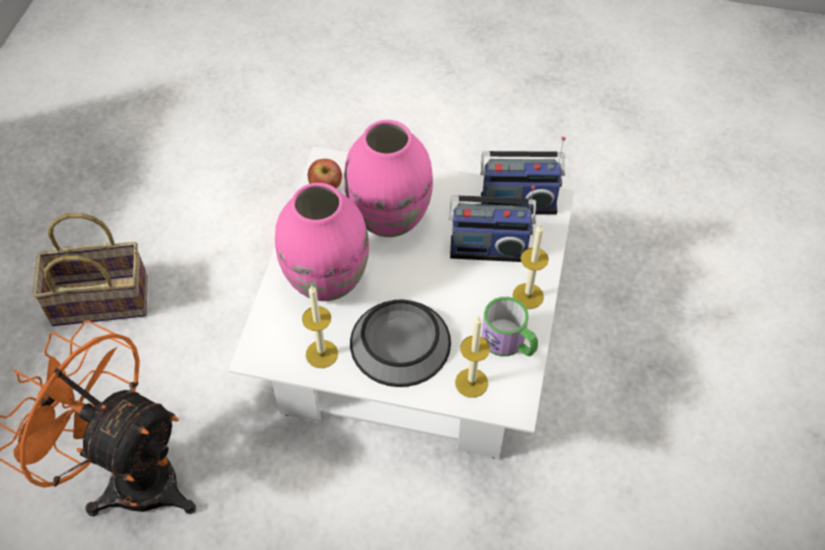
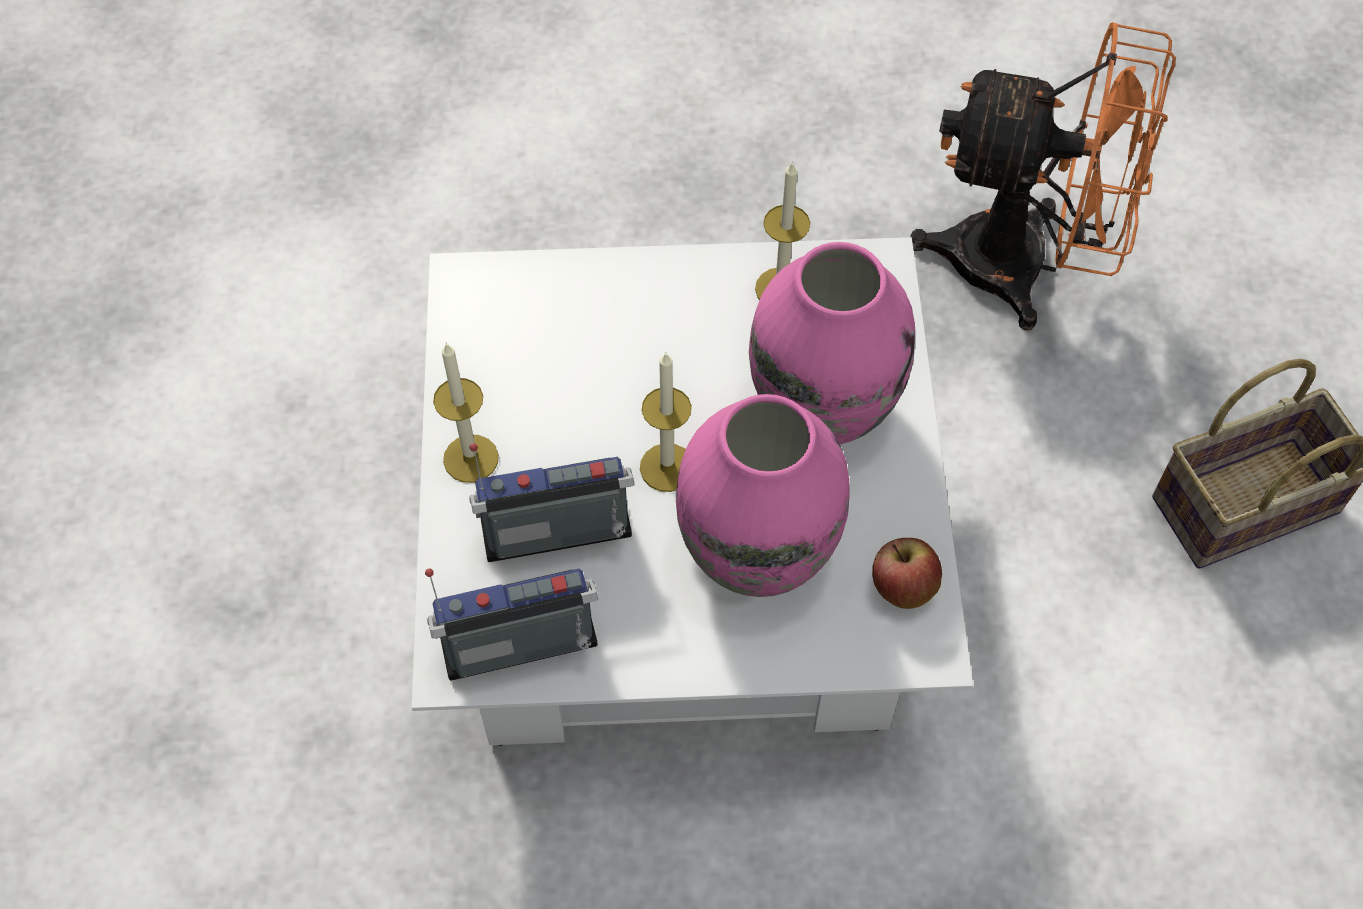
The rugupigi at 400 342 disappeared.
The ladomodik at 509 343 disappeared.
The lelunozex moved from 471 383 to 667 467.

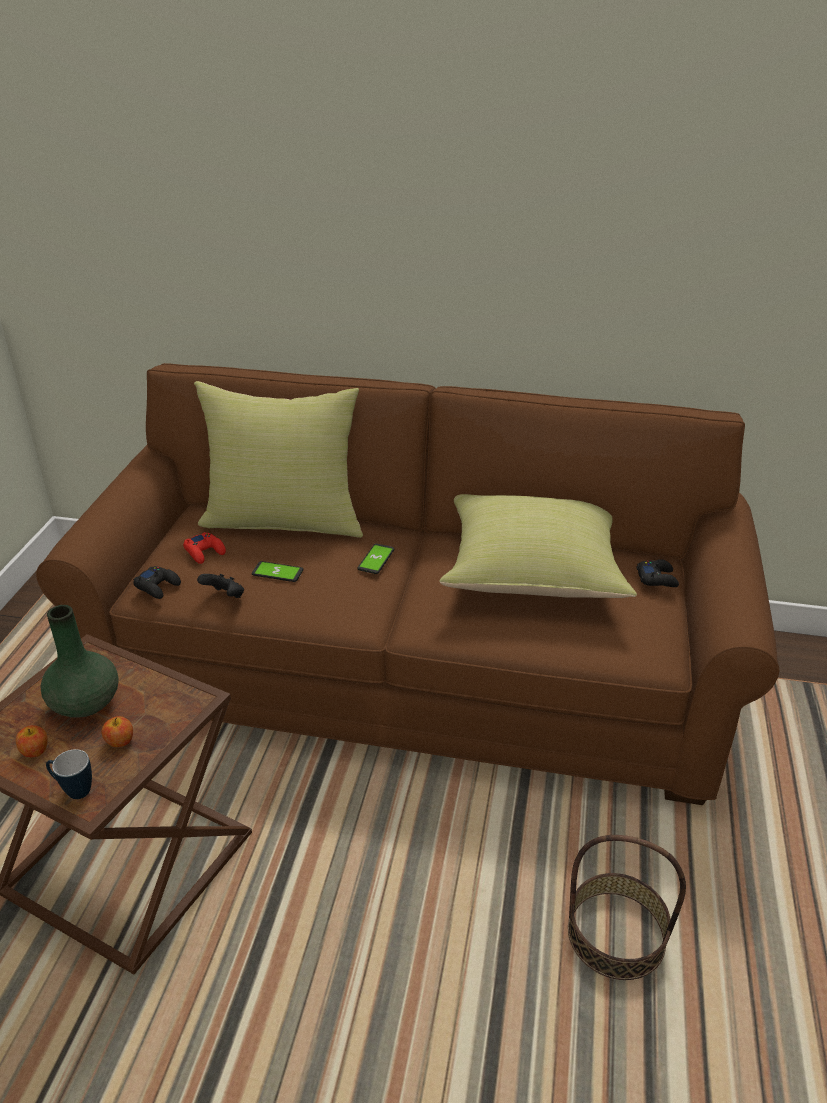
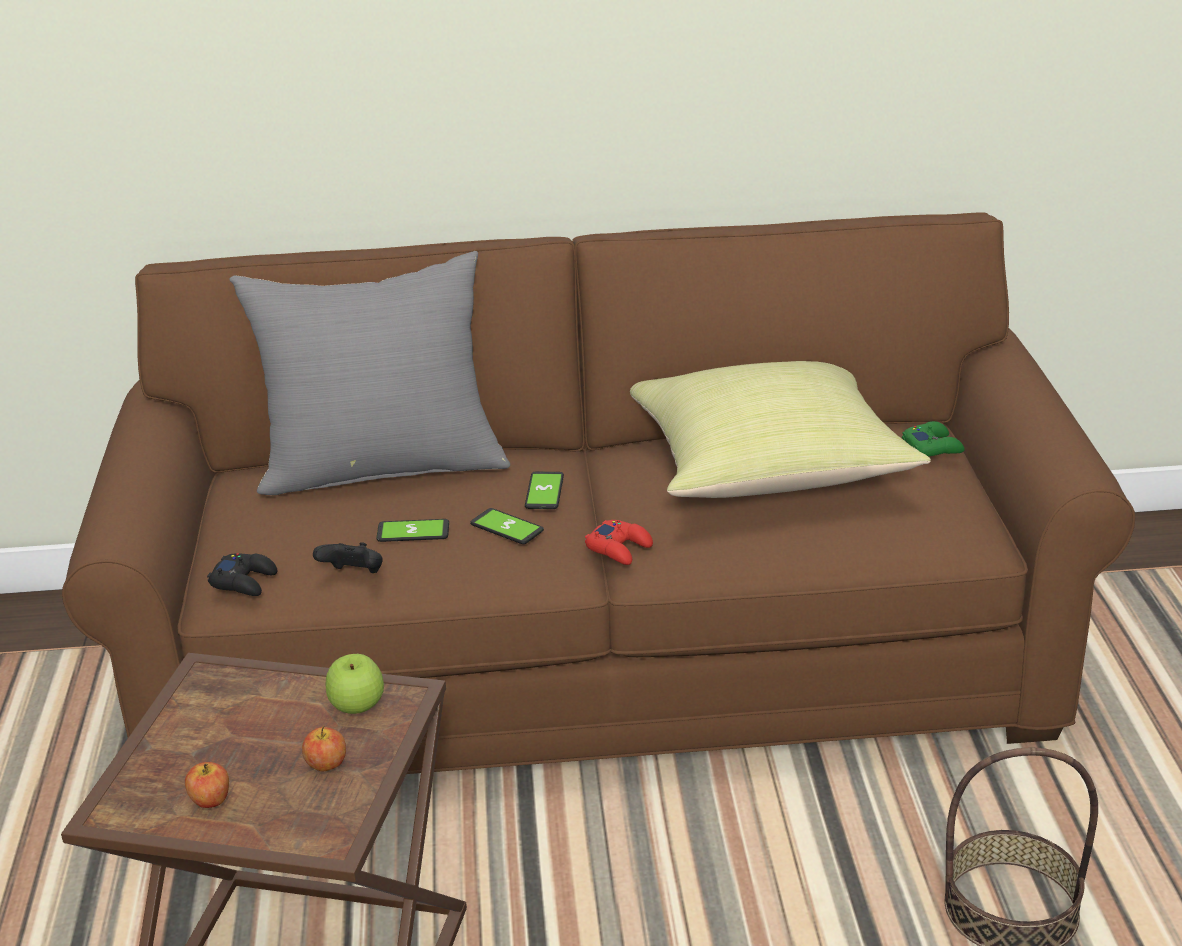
The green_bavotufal at 86 702 disappeared.
The ladomodik at 73 790 disappeared.
The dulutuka at 357 707 appeared.
The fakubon at 506 528 appeared.
The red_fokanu moved from 205 552 to 619 548.
The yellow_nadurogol at 284 520 became the grey_nadurogol at 382 466.
The black_fokanu at 657 578 became the green_fokanu at 932 447.

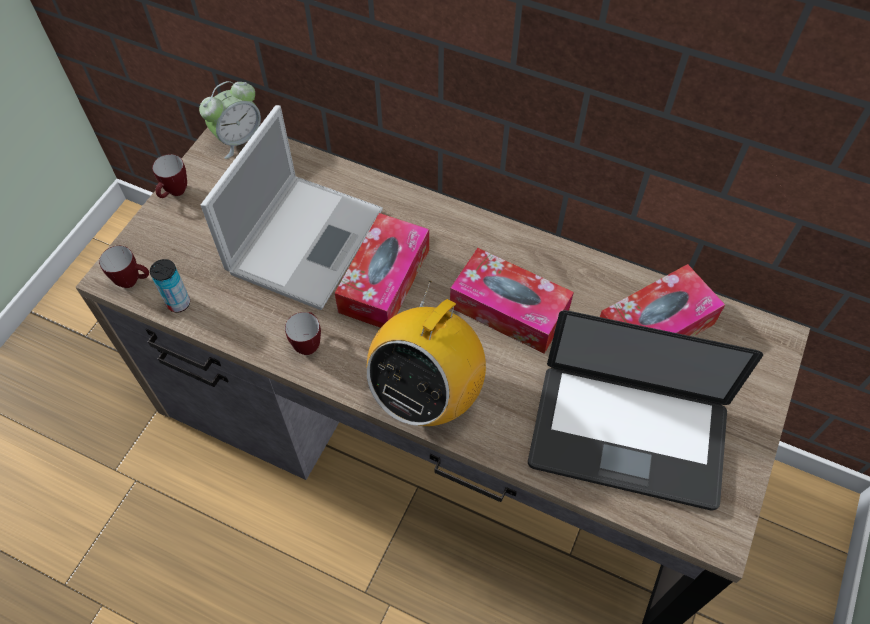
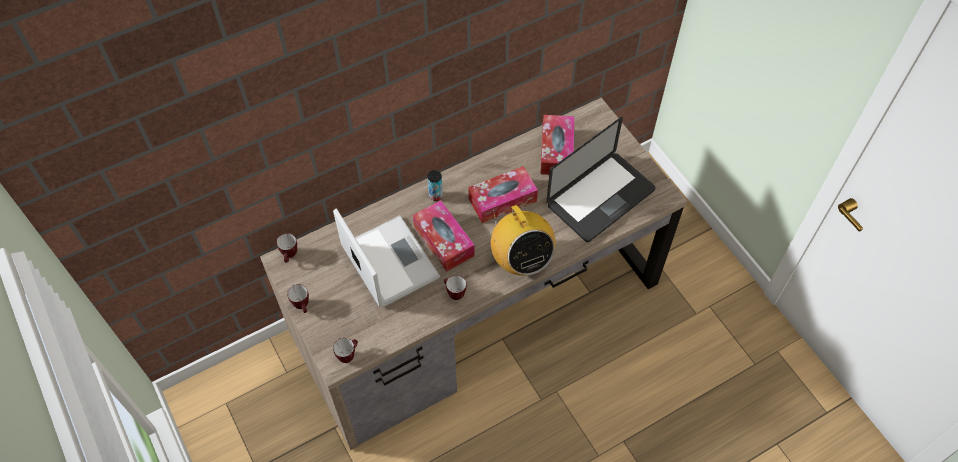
The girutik moved from 179 303 to 435 195.
The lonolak at 239 139 was replaced by the ladomodik at 290 256.

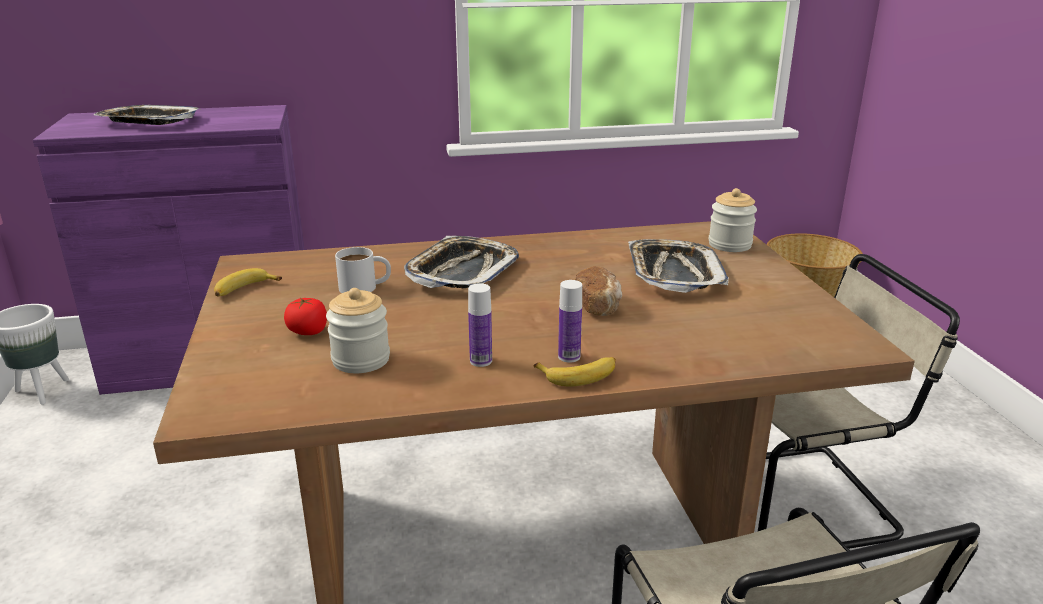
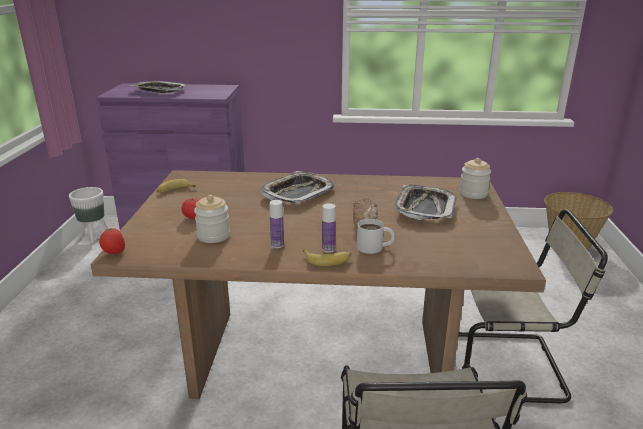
The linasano at 114 253 appeared.
The white_ladomodik moved from 365 287 to 375 247.

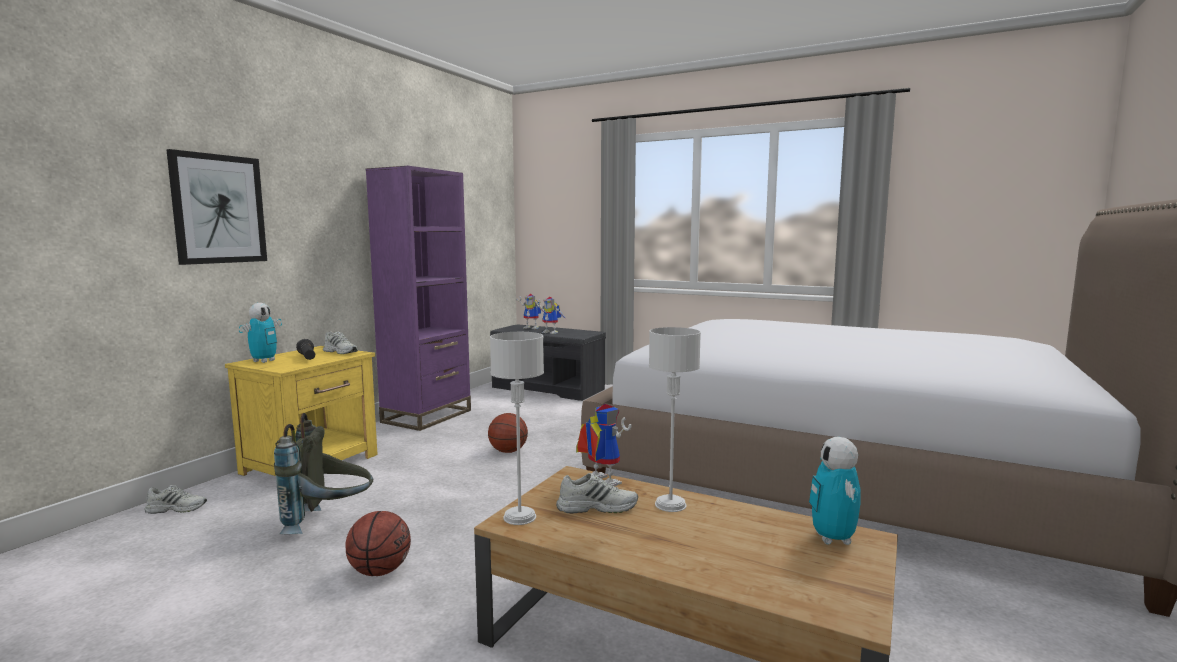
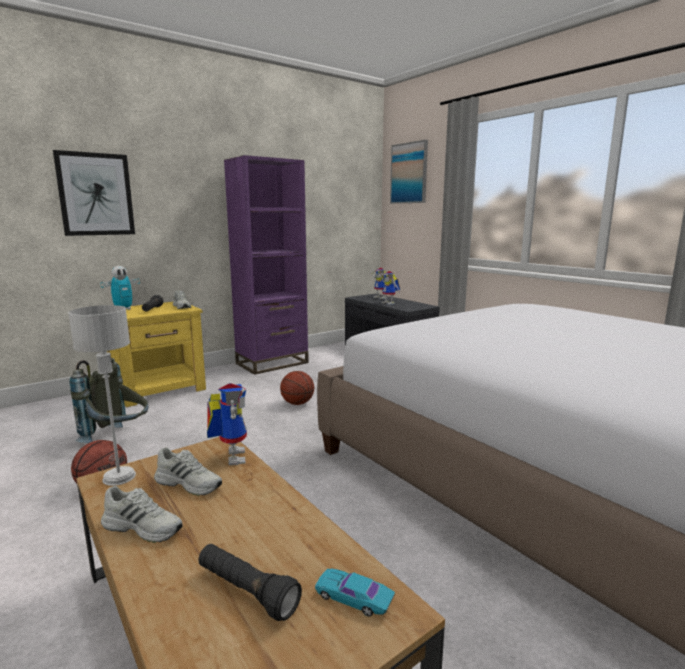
The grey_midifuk at 670 504 disappeared.
The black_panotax at 246 592 appeared.
The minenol at 409 173 appeared.
The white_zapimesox moved from 177 508 to 144 527.
The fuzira at 833 539 was replaced by the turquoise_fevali at 354 597.

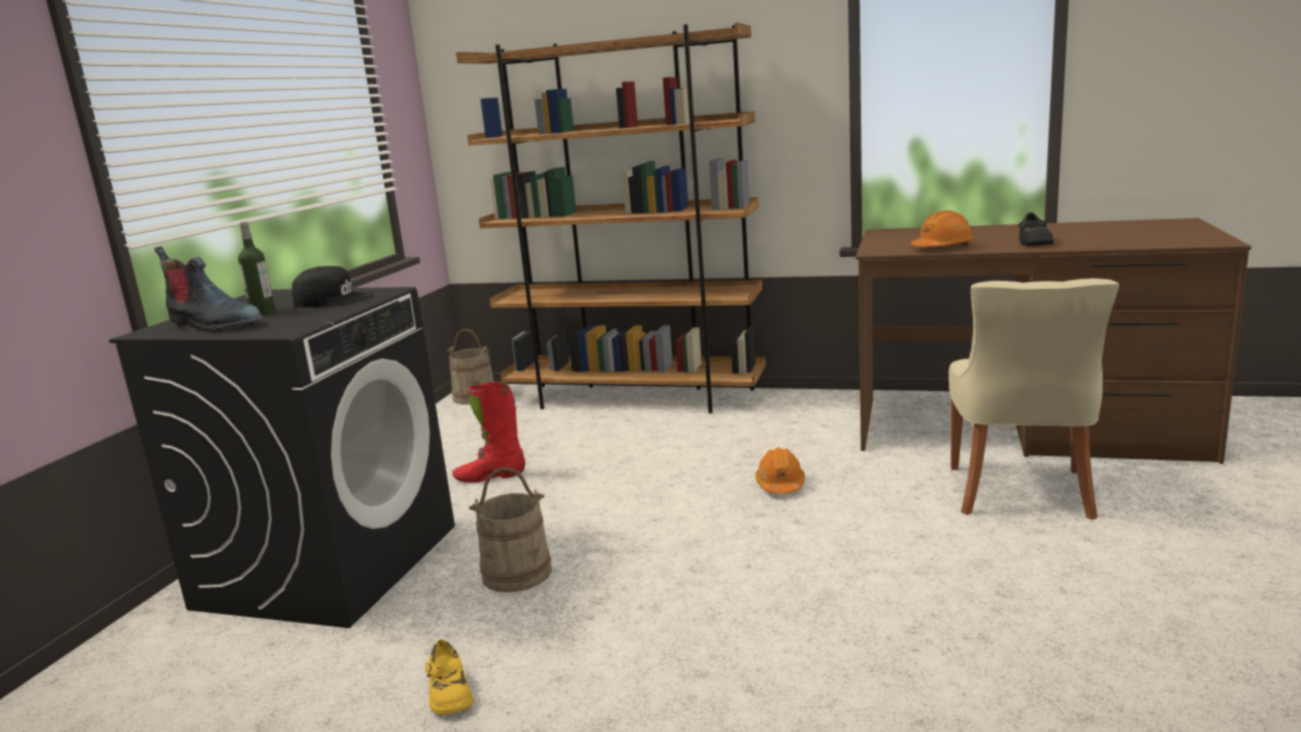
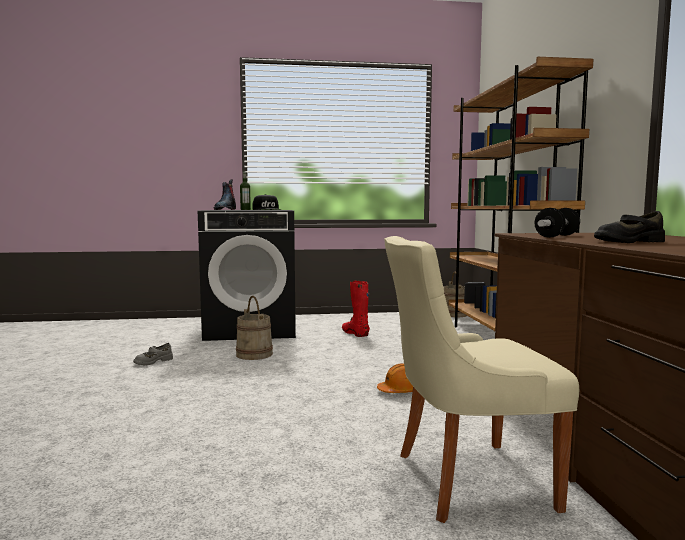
The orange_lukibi at 942 248 was replaced by the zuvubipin at 557 236.
The yellow_zapimesox at 449 692 became the grey_zapimesox at 153 361.

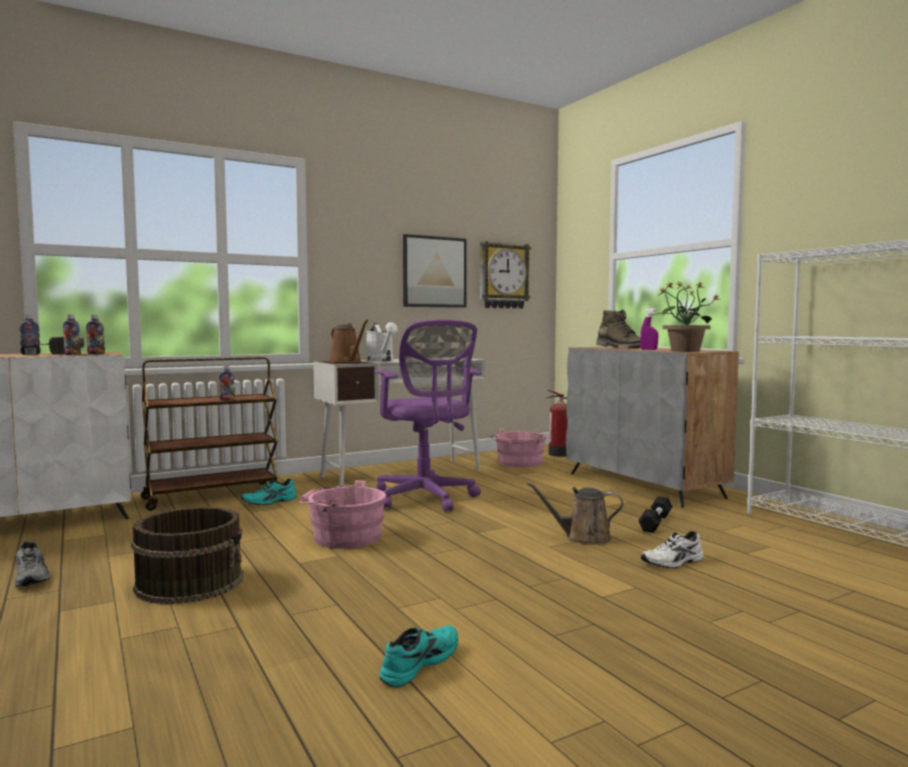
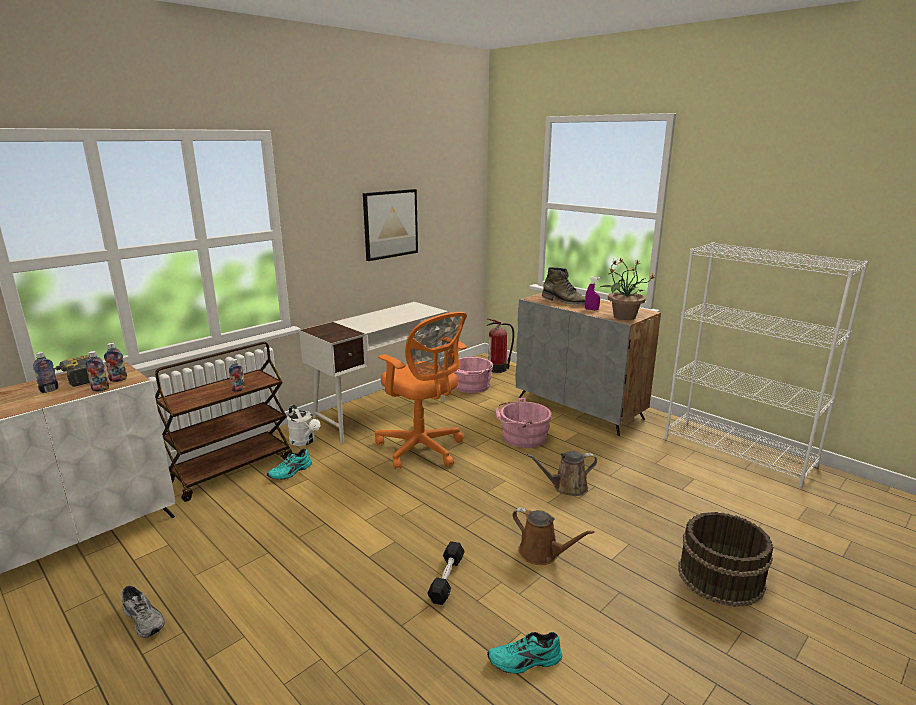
The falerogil at 503 276 disappeared.
The white_zapimesox at 674 562 disappeared.
The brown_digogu moved from 191 582 to 720 576.
The pink_digogu moved from 343 537 to 521 437.
The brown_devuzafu moved from 347 361 to 542 553.
The white_devuzafu moved from 382 361 to 304 441.
The black_zuvubipin moved from 655 523 to 446 579.
The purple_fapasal at 426 498 became the orange_fapasal at 422 449.
The turquoise_zapimesox at 418 662 turned 120 degrees counterclockwise.

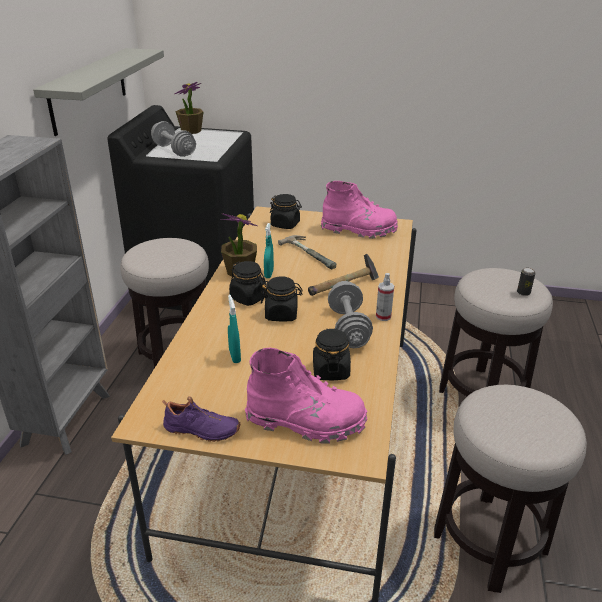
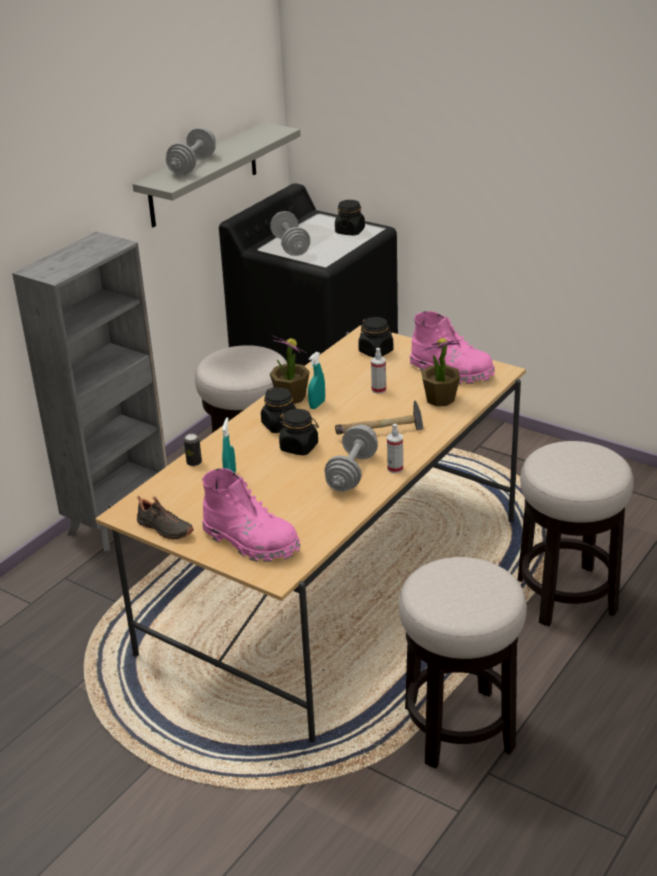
The grey_zuvubipin at 192 165 appeared.
The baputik moved from 191 131 to 440 399.
The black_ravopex moved from 330 370 to 350 231.
The girutik moved from 523 293 to 194 462.
The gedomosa at 312 253 was replaced by the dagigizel at 379 390.
The purple_zapimesox at 201 431 became the black_zapimesox at 164 529.

